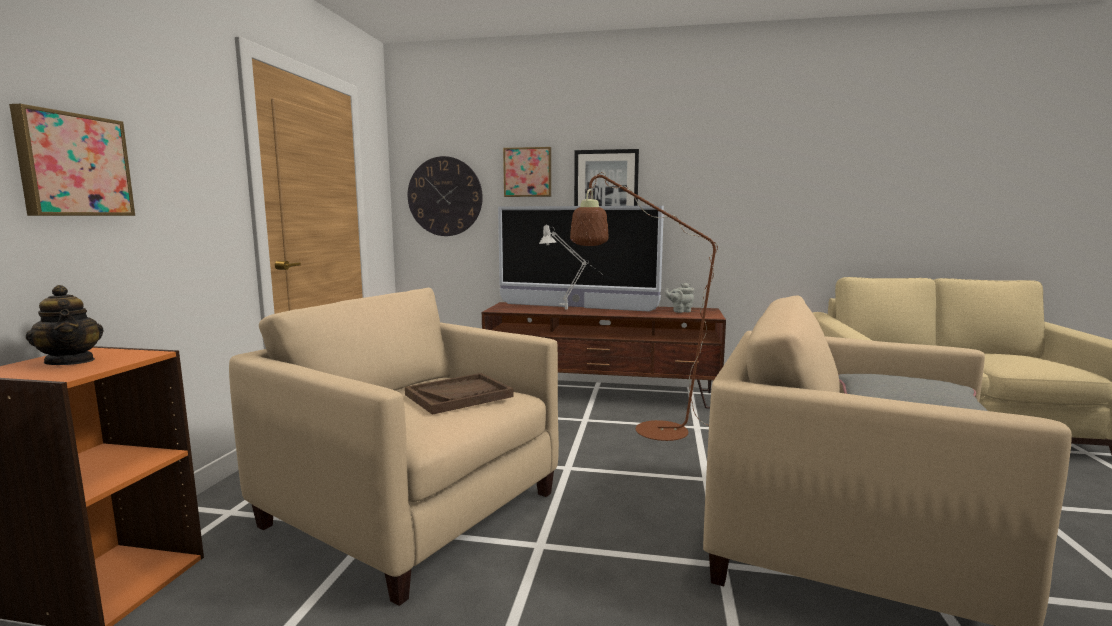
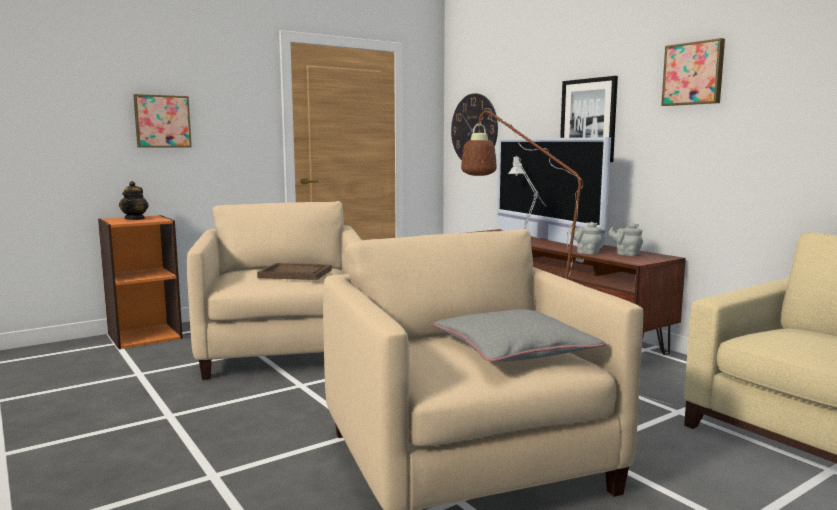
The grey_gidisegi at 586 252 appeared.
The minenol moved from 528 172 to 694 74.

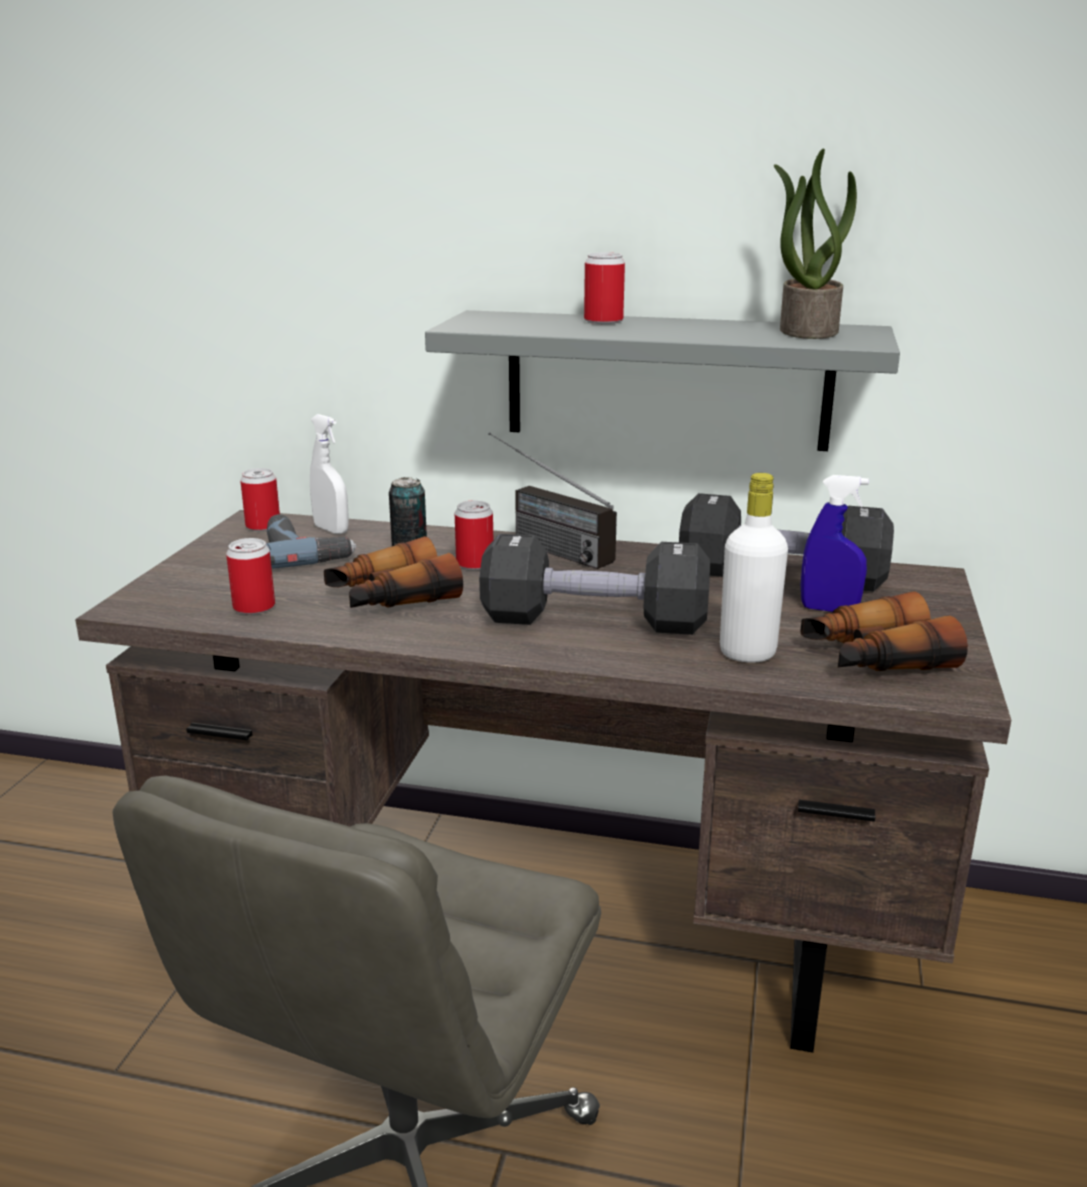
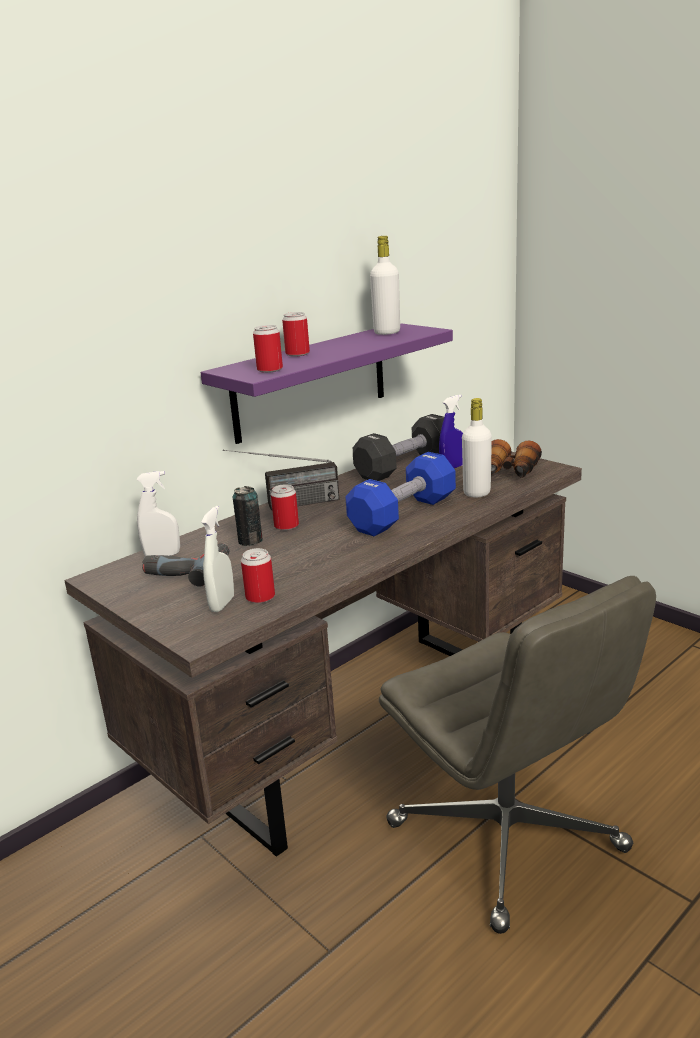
The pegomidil at 391 598 disappeared.
The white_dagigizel at 222 604 appeared.
The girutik moved from 263 526 to 270 370.
The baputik at 807 330 was replaced by the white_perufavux at 387 332.
The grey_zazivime at 667 380 became the purple_zazivime at 310 382.
The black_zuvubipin at 594 621 became the blue_zuvubipin at 403 514.

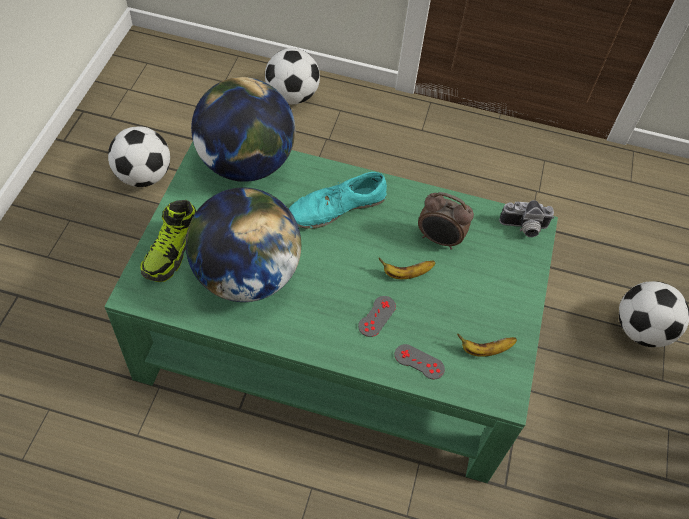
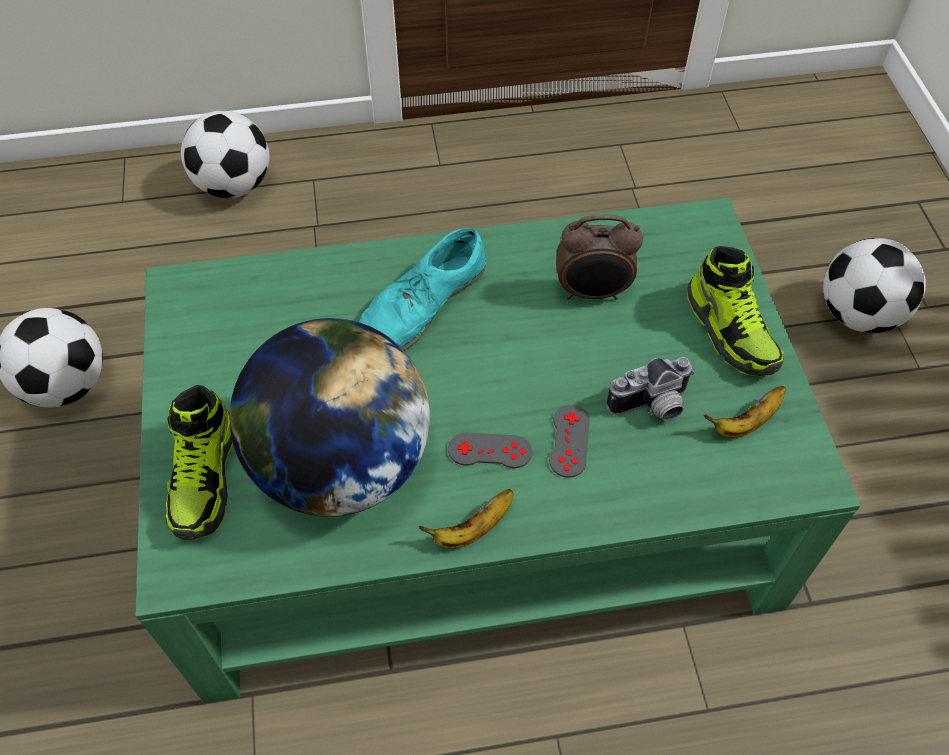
The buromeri at 246 164 disappeared.
The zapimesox at 731 331 appeared.
The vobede moved from 406 274 to 472 530.
The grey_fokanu moved from 419 362 to 490 451.
The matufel moved from 524 228 to 652 407.

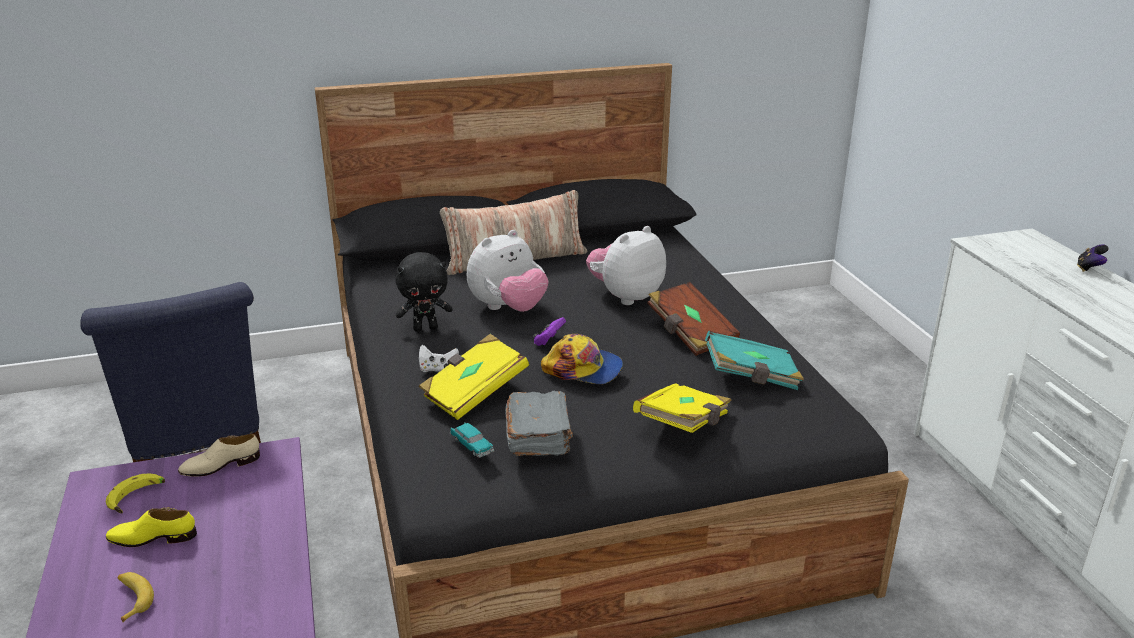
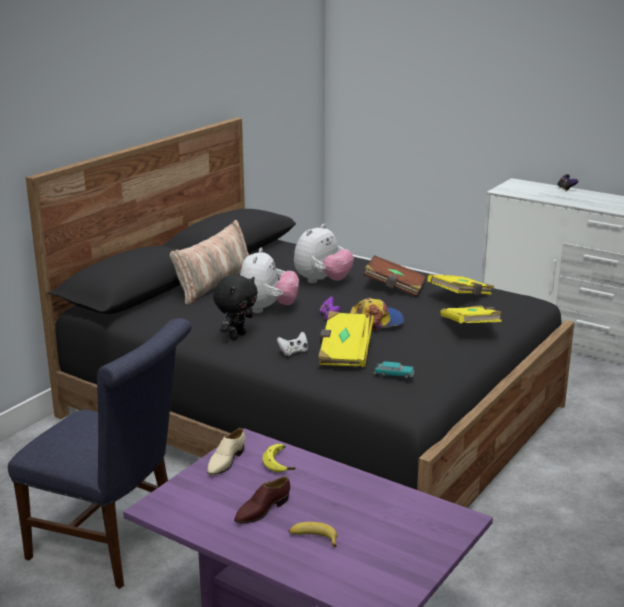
The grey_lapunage at 539 436 disappeared.
The vobede moved from 138 499 to 281 463.
The yellow_zapimesox at 153 538 became the brown_zapimesox at 262 510.
The turquoise_lapunage at 751 377 became the yellow_lapunage at 461 297.
The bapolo at 625 296 turned 150 degrees counterclockwise.

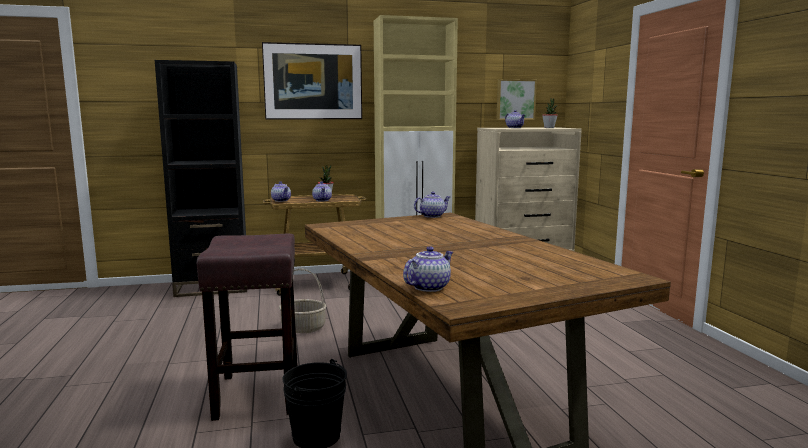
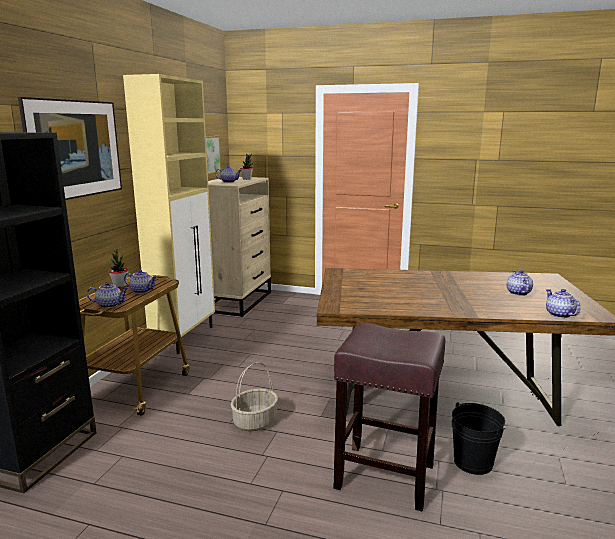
The gidisegi moved from 432 216 to 517 293.

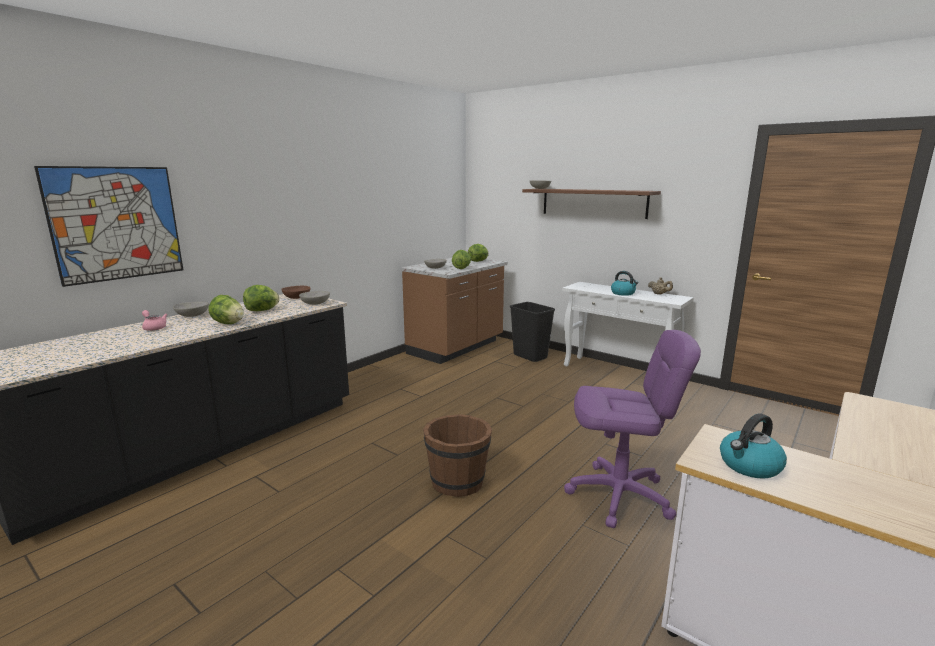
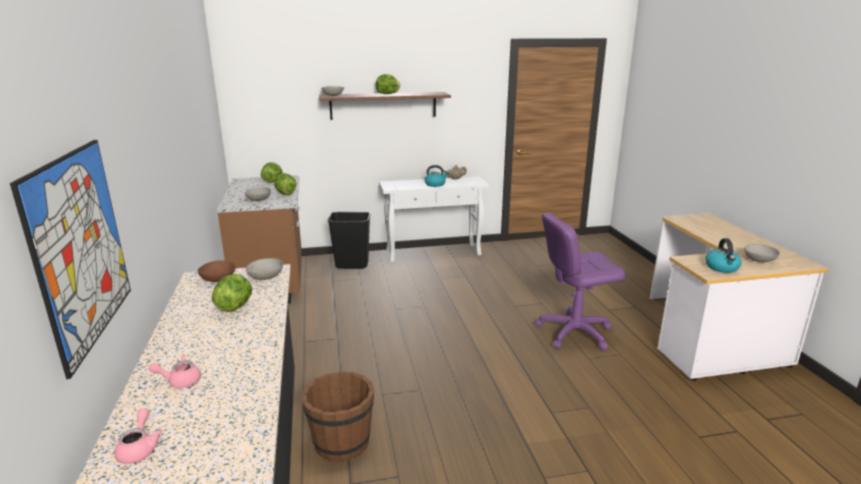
The pink_gidisegi at 140 448 appeared.
The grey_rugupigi moved from 192 316 to 759 260.
The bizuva moved from 228 323 to 388 94.
The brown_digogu moved from 457 481 to 341 442.
The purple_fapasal at 619 496 turned 150 degrees counterclockwise.

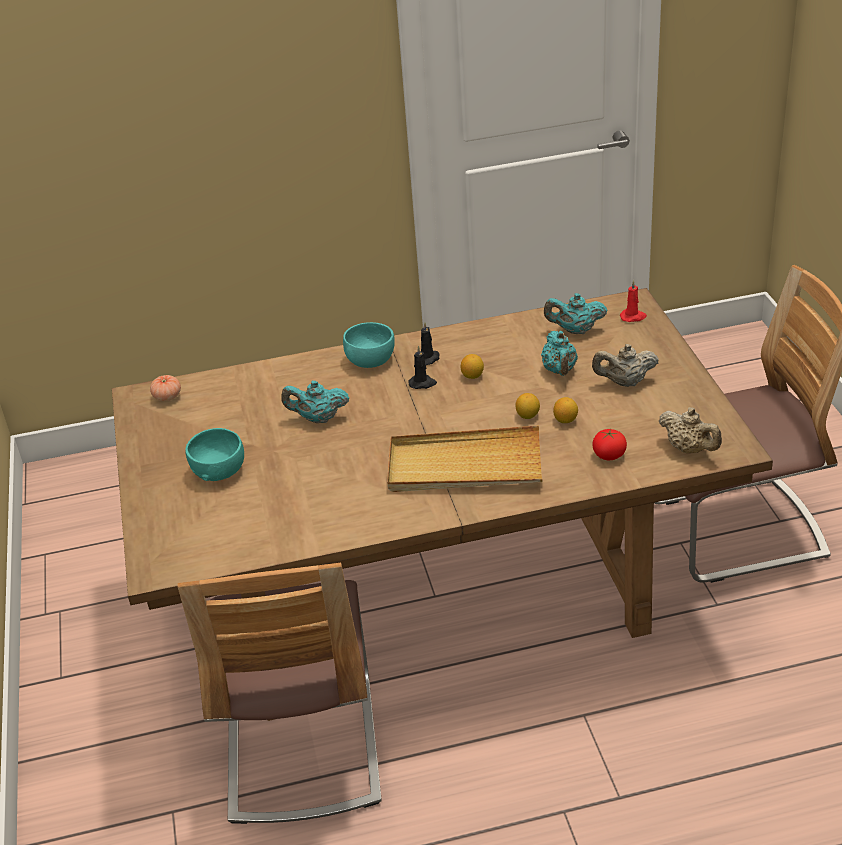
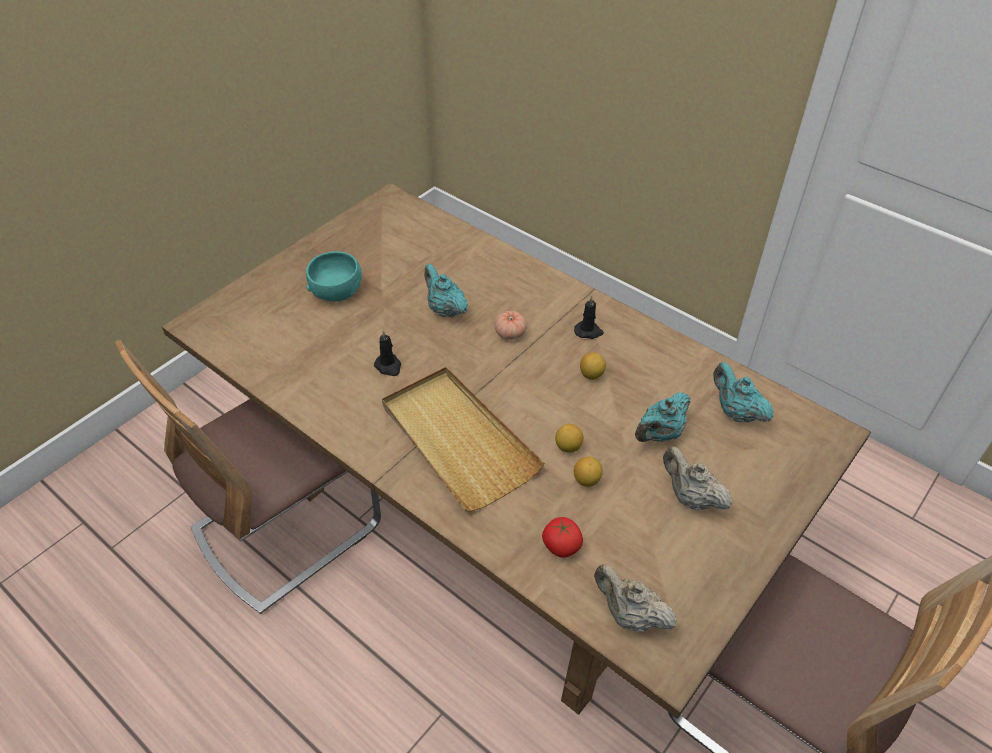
The turquoise_rugupigi at 370 359 disappeared.
The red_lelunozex at 633 317 disappeared.
The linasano moved from 167 397 to 510 333.
The black_lelunozex moved from 422 383 to 388 366.
The beige_gidisegi at 689 449 turned 120 degrees clockwise.

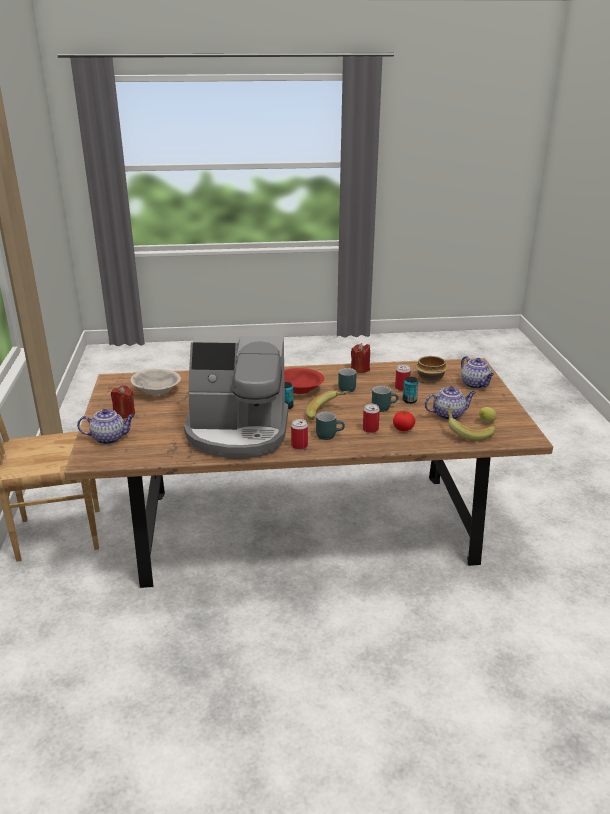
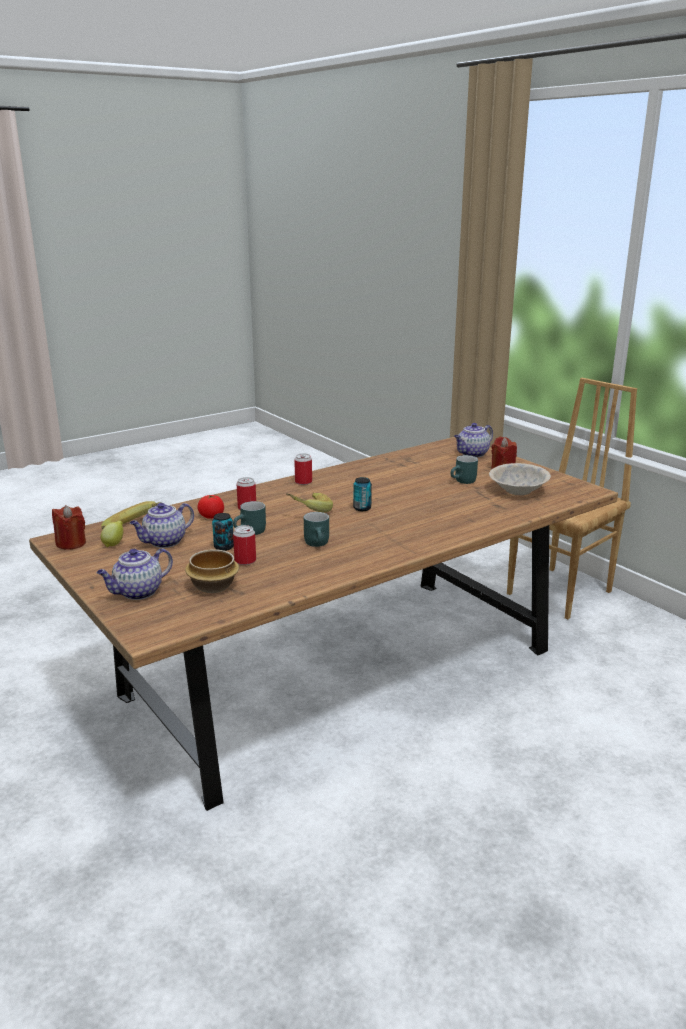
The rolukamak at 238 432 disappeared.
The red_rugupigi at 299 390 disappeared.
The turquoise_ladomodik moved from 329 435 to 464 482.
The red_lelunozex moved from 360 369 to 71 543.
The gidisegi at 476 385 turned 75 degrees counterclockwise.

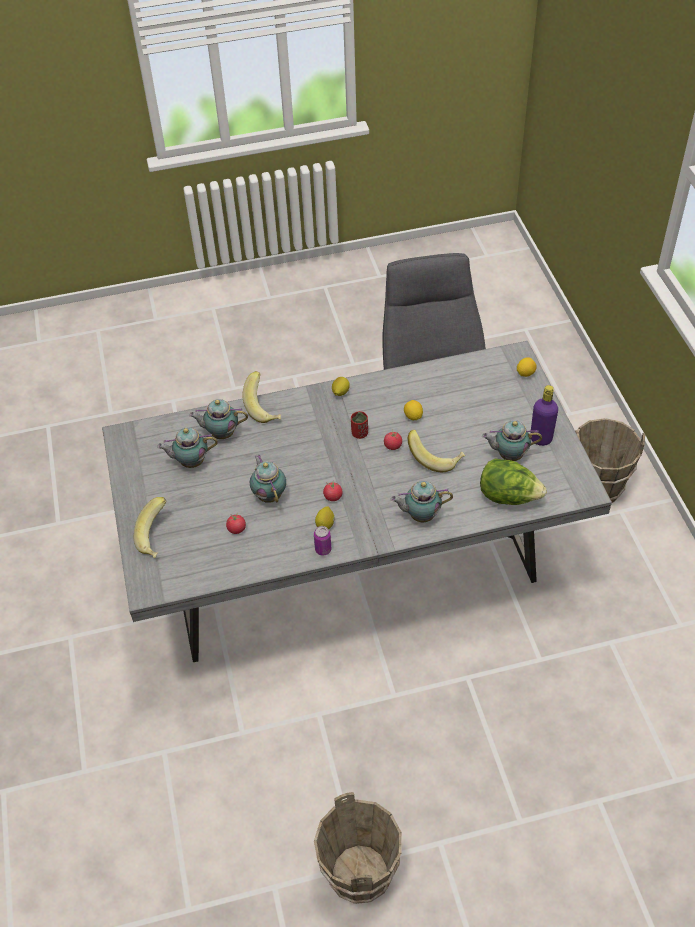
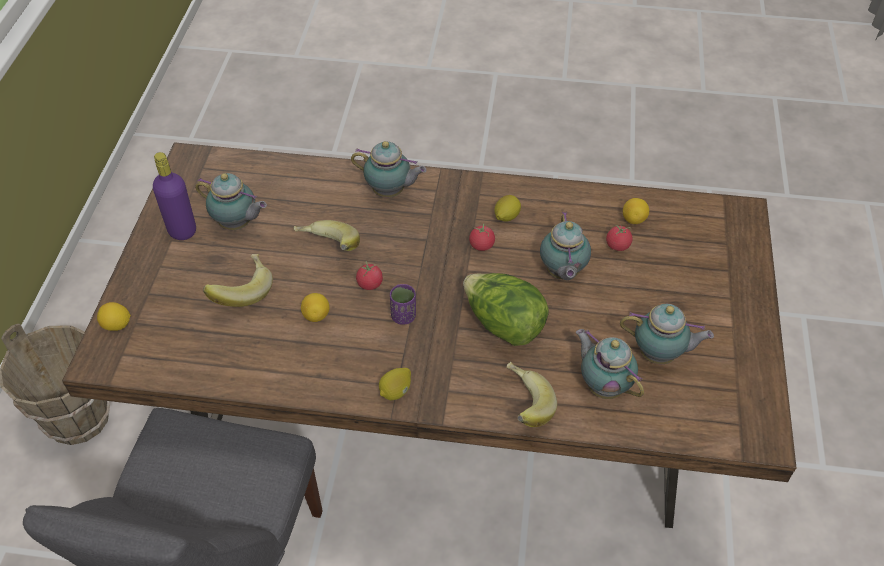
The girutik at 323 549 disappeared.
The brown_digogu at 361 874 disappeared.
The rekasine at 634 220 appeared.
The vobede moved from 157 537 to 241 291.
The bizuva moved from 508 497 to 503 325.
The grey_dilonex at 353 569 became the brown_dilonex at 439 425.
The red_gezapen at 359 433 became the purple_gezapen at 403 316.
The gidisegi at 221 433 turned 150 degrees counterclockwise.

